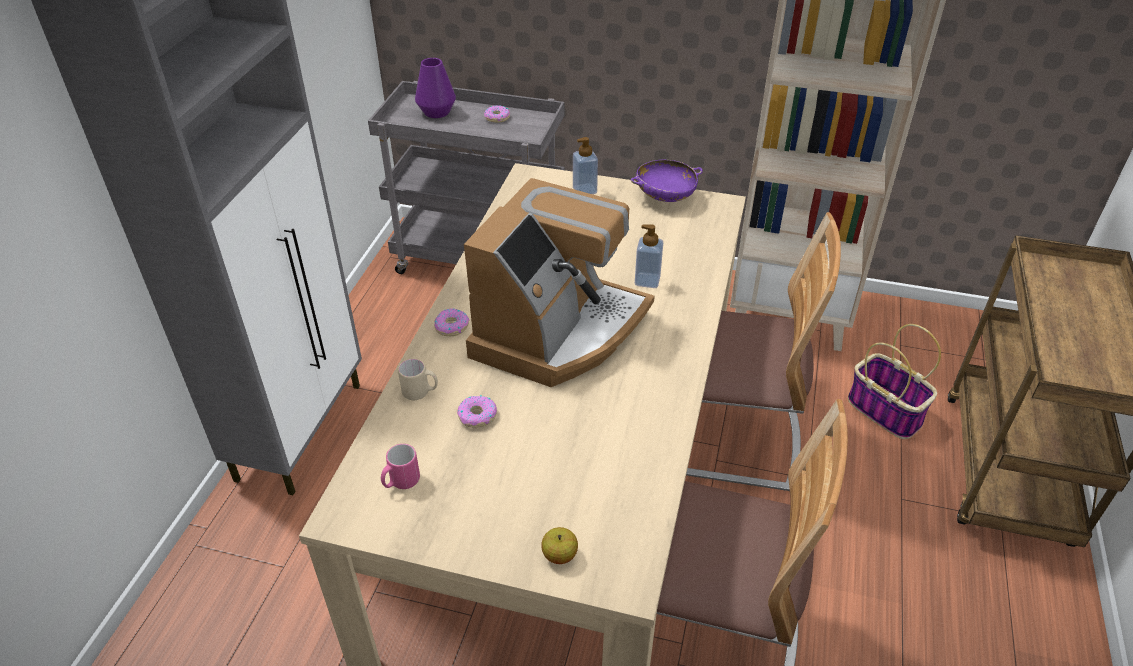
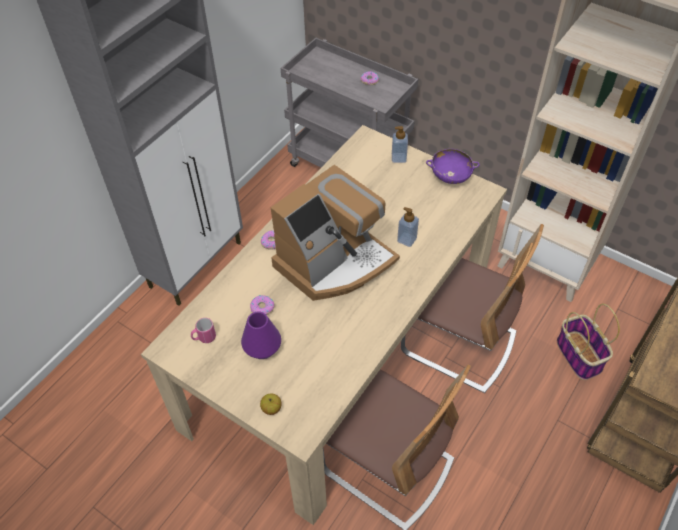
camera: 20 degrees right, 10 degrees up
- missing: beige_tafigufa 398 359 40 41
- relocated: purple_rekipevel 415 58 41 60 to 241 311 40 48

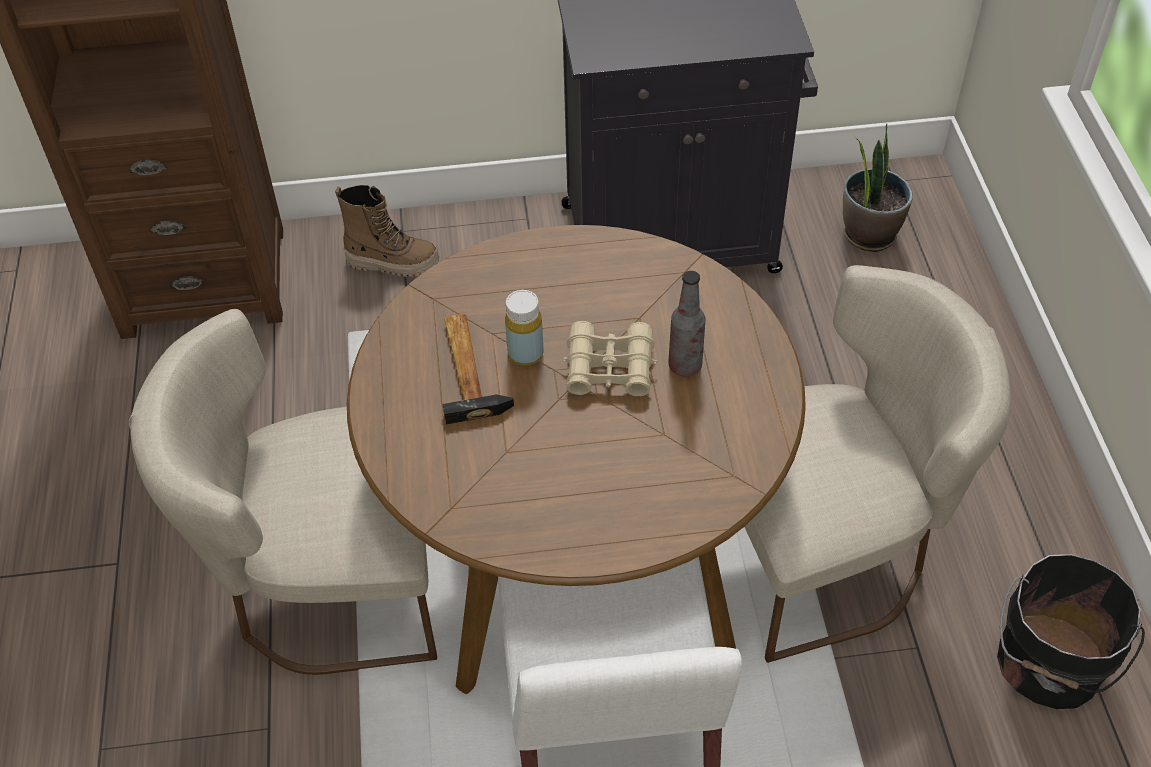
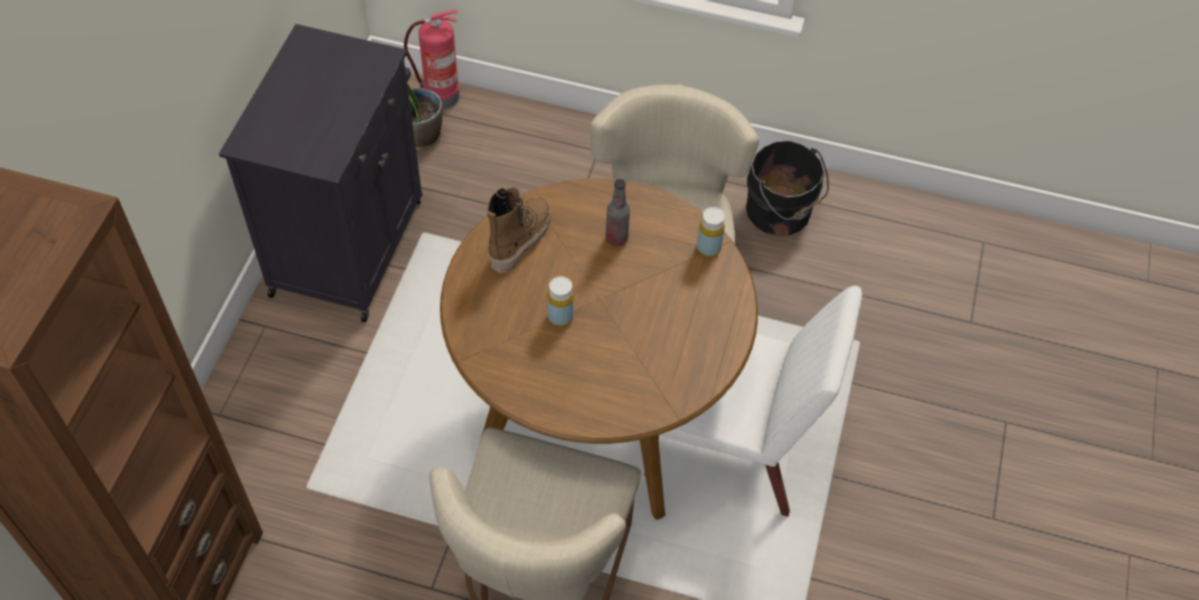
camera: 70 degrees left, 5 degrees up
- relocated: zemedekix 335 185 104 92 to 487 187 63 86
- missing: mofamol 443 314 71 110
- missing: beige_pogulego 562 321 95 75
- appeared: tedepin 404 10 56 99
- appeared: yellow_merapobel 697 207 28 50

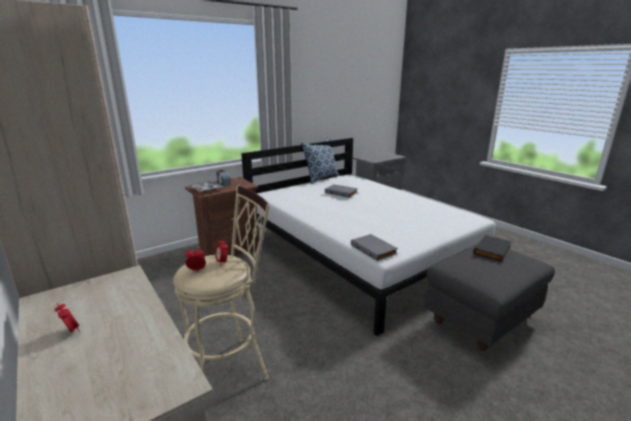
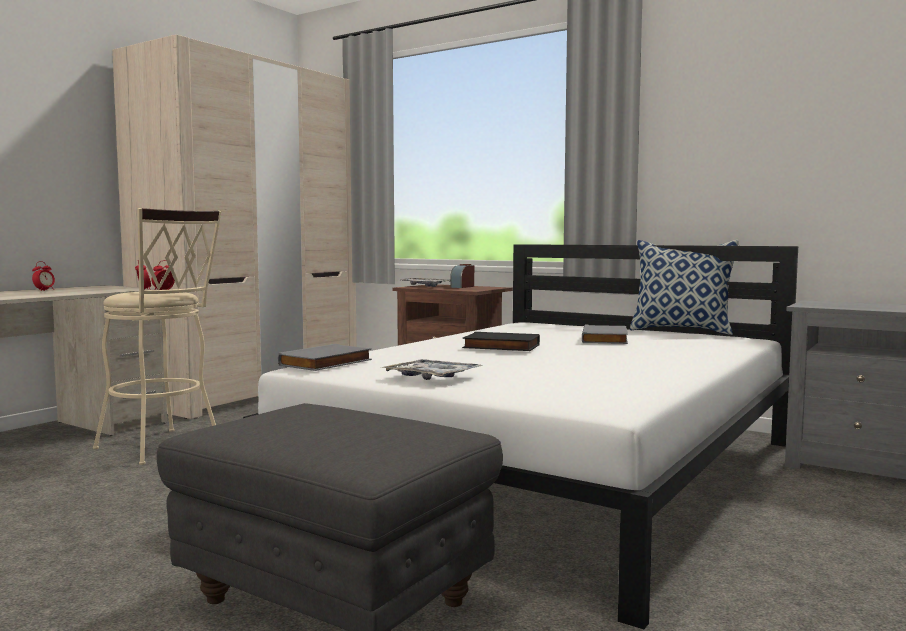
camera: 70 degrees right, 15 degrees down
- relocated: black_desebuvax 473 235 39 26 to 462 332 78 19
- appeared: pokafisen 381 359 102 21

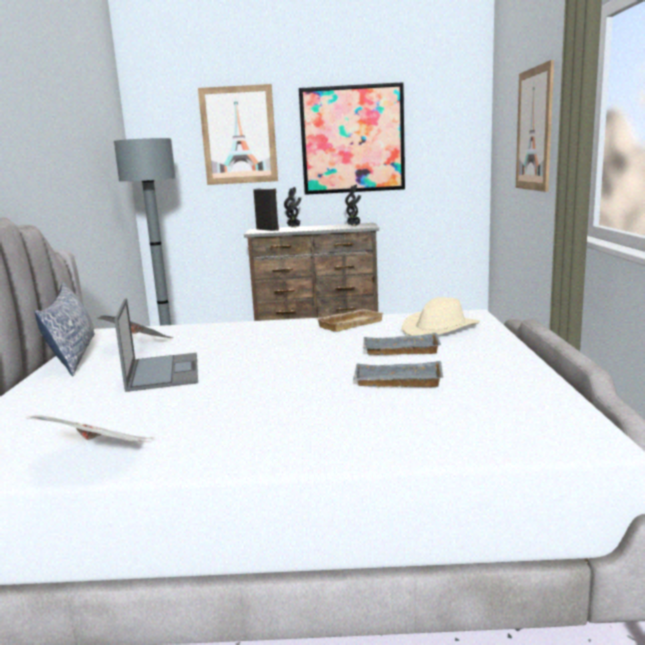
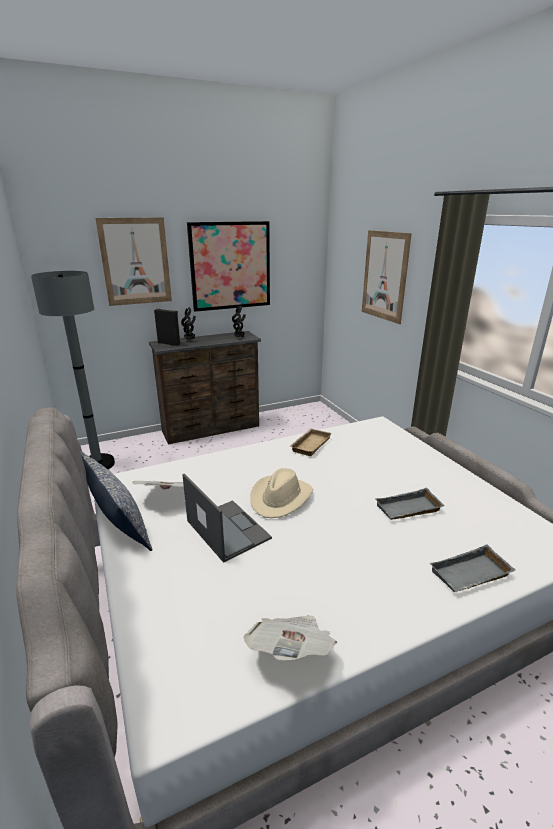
camera: 25 degrees left, 10 degrees up
- relocated: grey_pokafisen 363 333 78 22 to 430 544 85 48
- relocated: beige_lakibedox 402 297 78 39 to 250 468 63 50

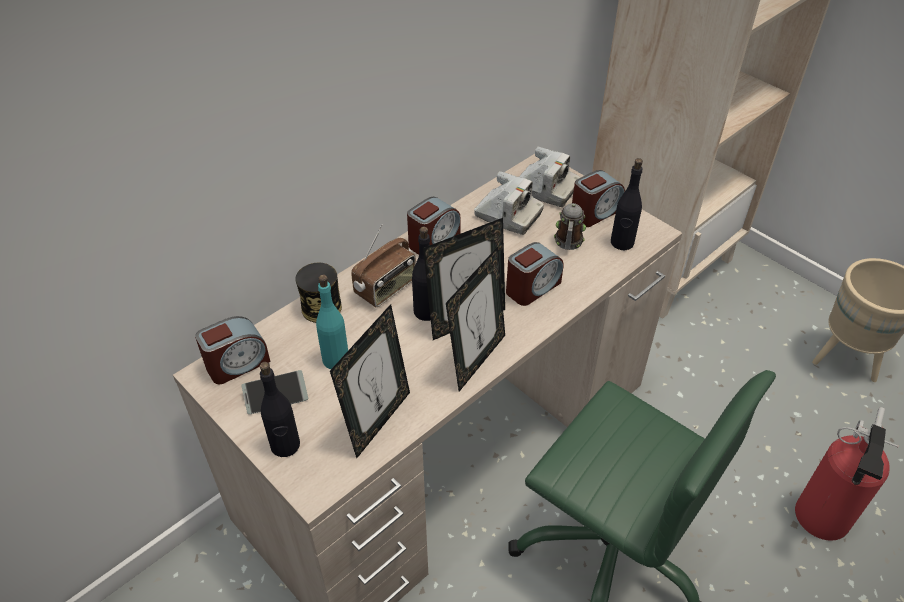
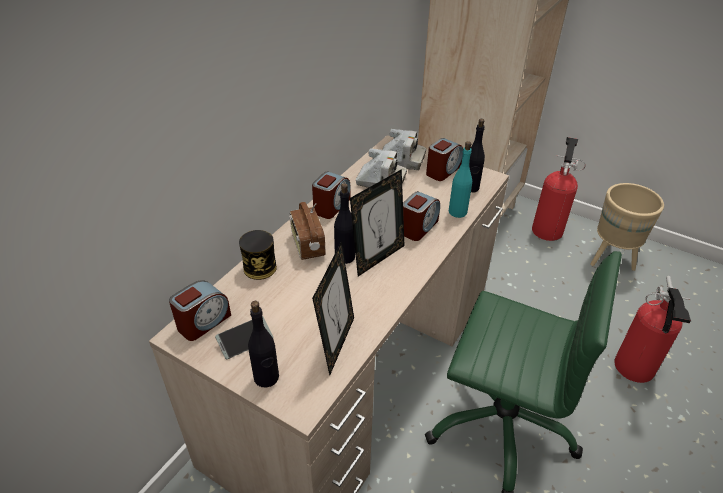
camera: 15 degrees left, 5 degrees down
- relocated: turquoise_merapobel 316 275 32 94 to 449 141 23 77
- spun: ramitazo 351 225 65 82 = 289 202 37 58 135 degrees clockwise
- missing: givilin 446 246 59 146
- missing: tafigufa 554 203 32 47
- appeared: tedepin 532 137 54 104

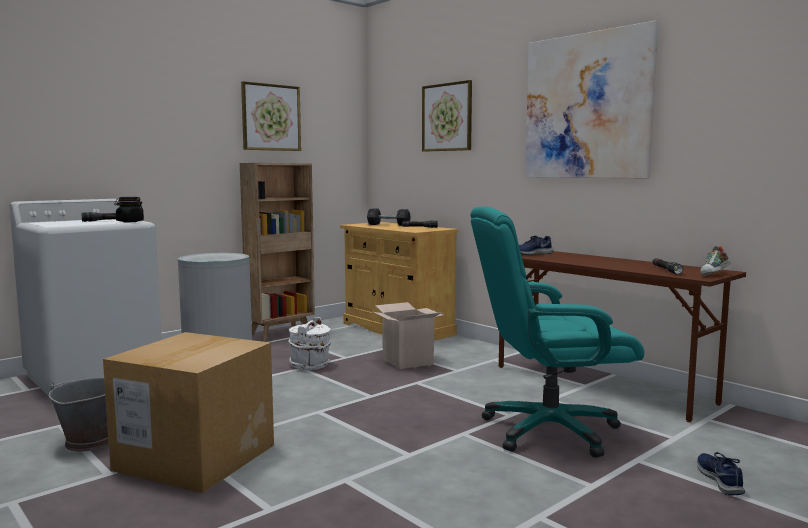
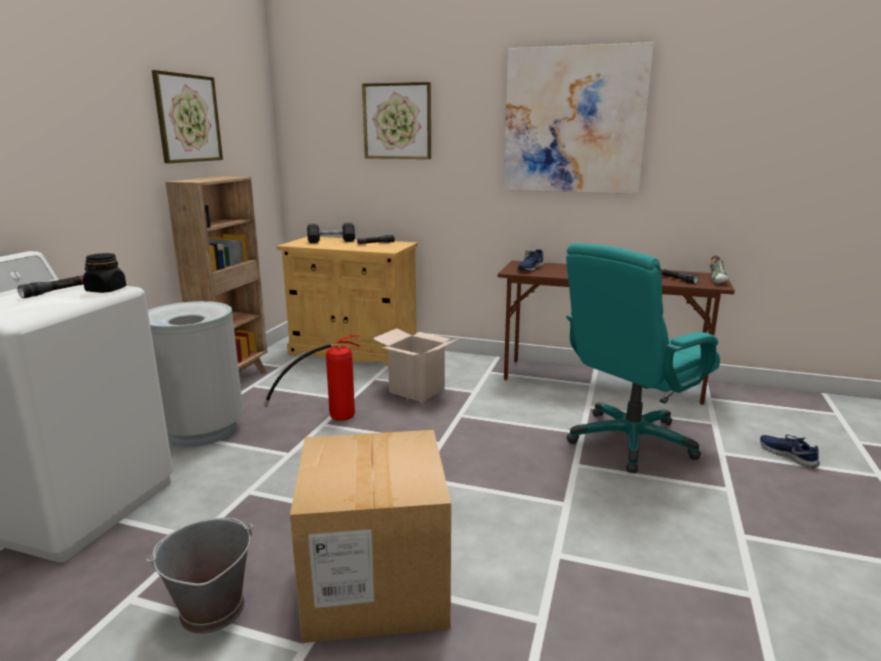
camera: 30 degrees left, 10 degrees up
- exchanged: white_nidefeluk 288 317 43 53 to tedepin 264 335 96 86

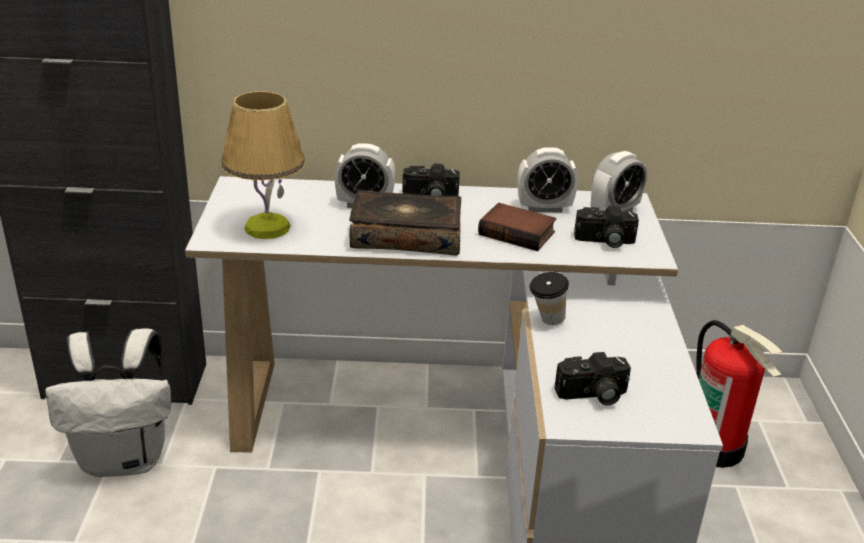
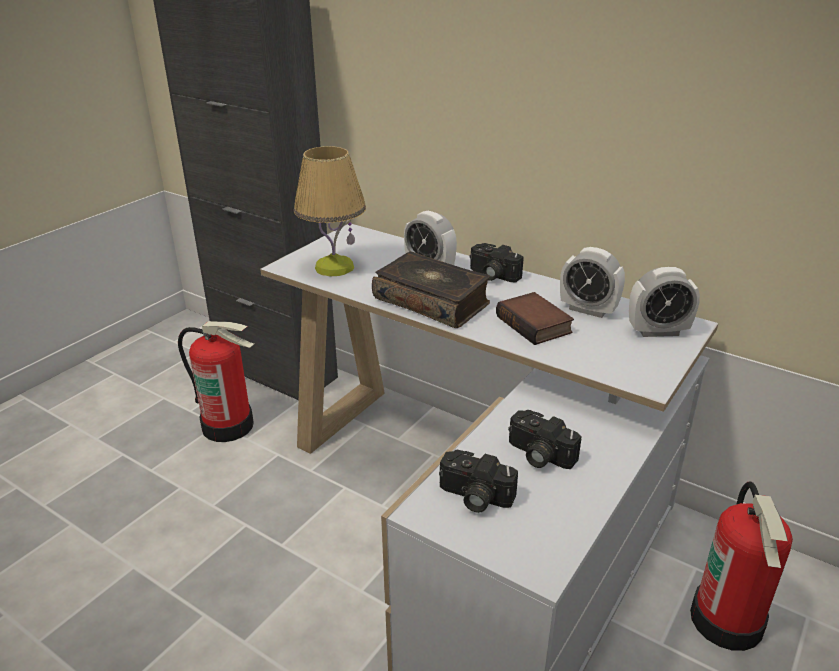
camera: 35 degrees right, 0 degrees up
- exchanged: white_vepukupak 45 328 126 149 to tedepin 178 321 76 121
- missing: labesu 529 272 40 53
- relocated: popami 574 205 65 43 to 508 410 74 59

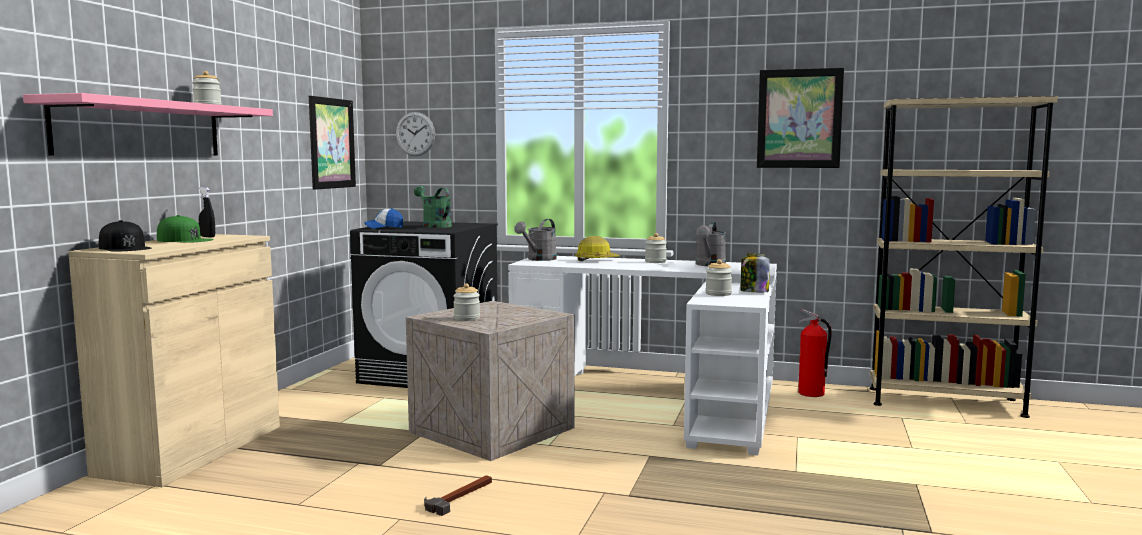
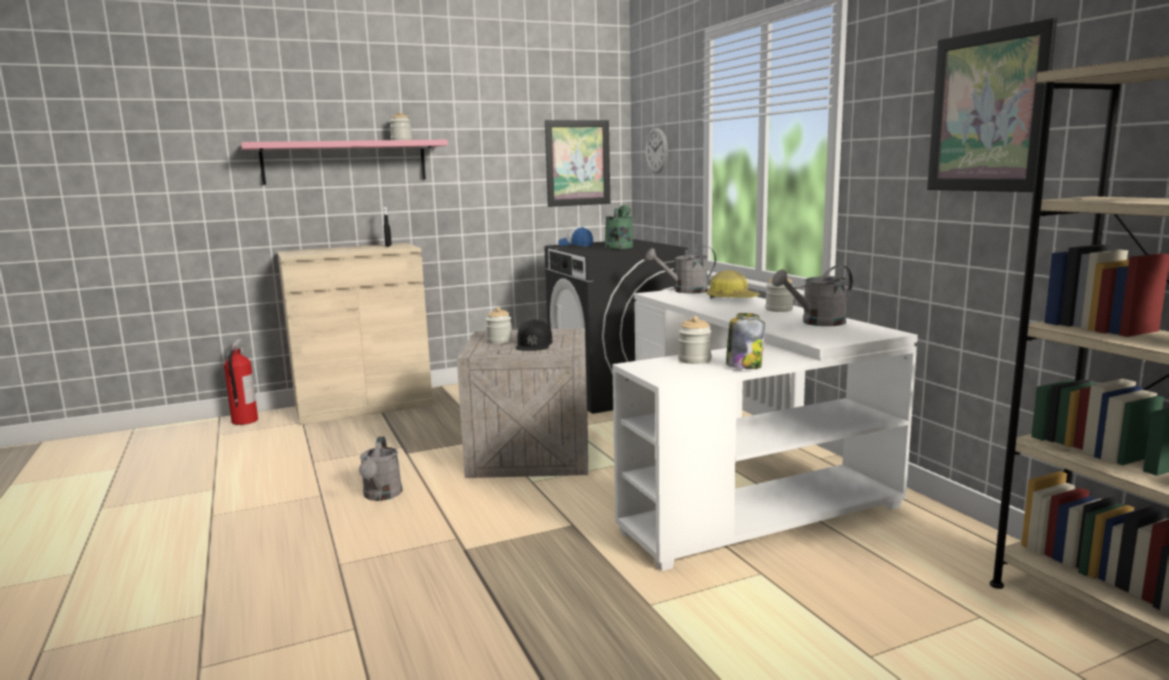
camera: 50 degrees right, 5 degrees up
- relocated: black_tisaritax 99 220 52 32 to 516 320 37 31
- missing: green_tisaritax 157 215 57 28
- exchanged: mofamol 424 475 68 41 to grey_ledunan 359 436 43 65
- relocated: tedepin 798 309 34 88 to 224 338 34 87

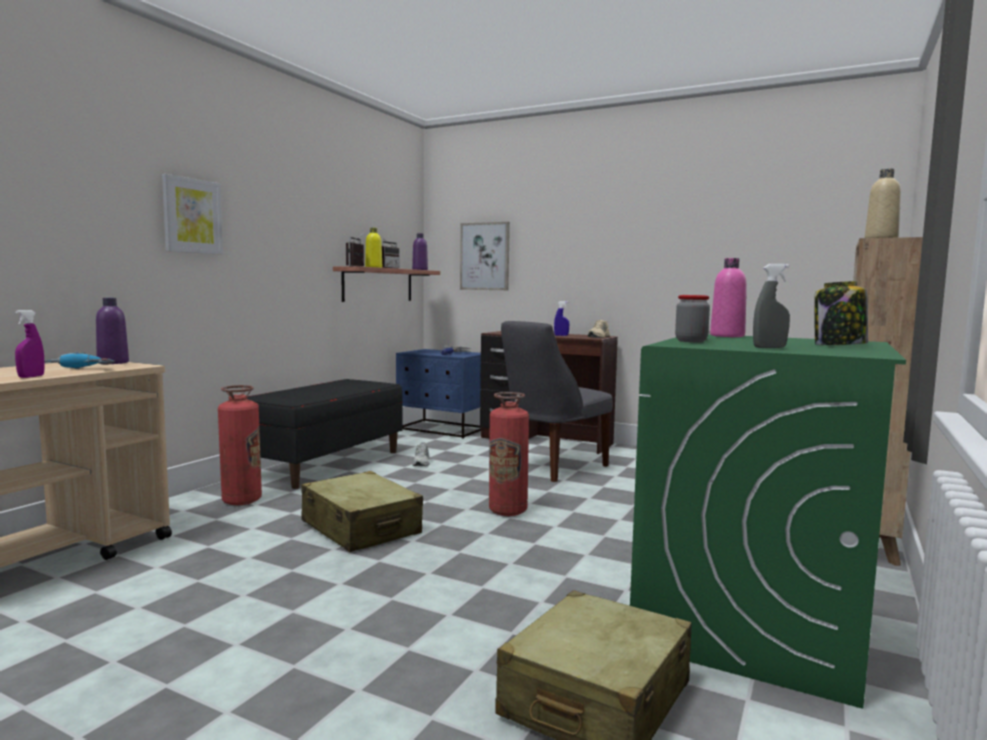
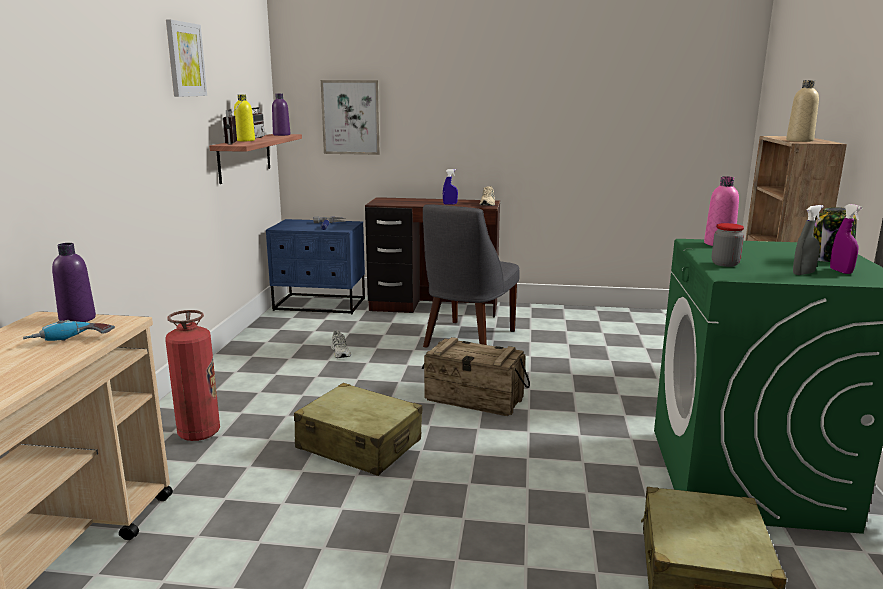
camera: 20 degrees left, 10 degrees up
- relocated: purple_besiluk 15 310 29 68 to 830 204 33 70
- relocated: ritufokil 162 174 61 81 to 166 19 41 78
- missing: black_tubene 247 379 156 110
- exchanged: tedepin 489 392 40 124 to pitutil 422 337 108 79

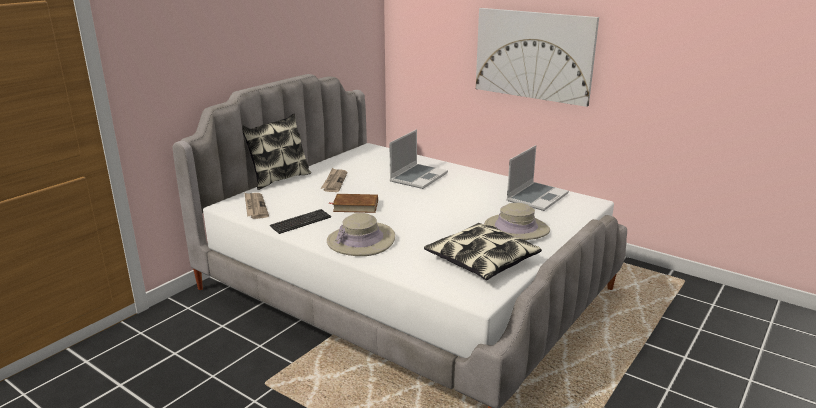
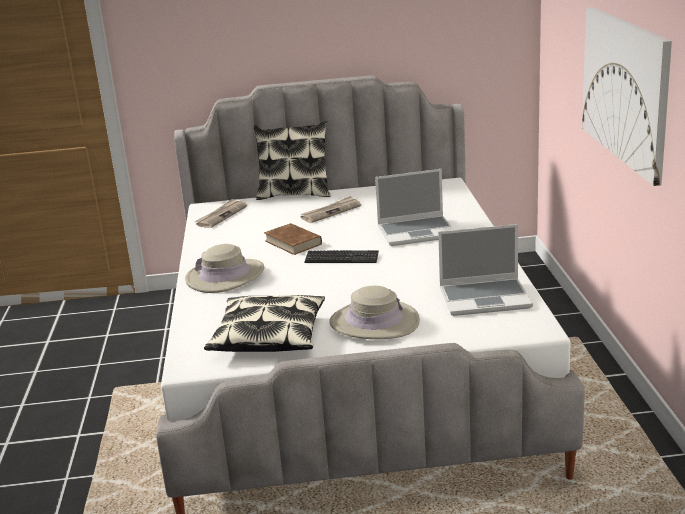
camera: 50 degrees right, 0 degrees up
- relocated: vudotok 270 209 61 25 to 304 250 75 13

